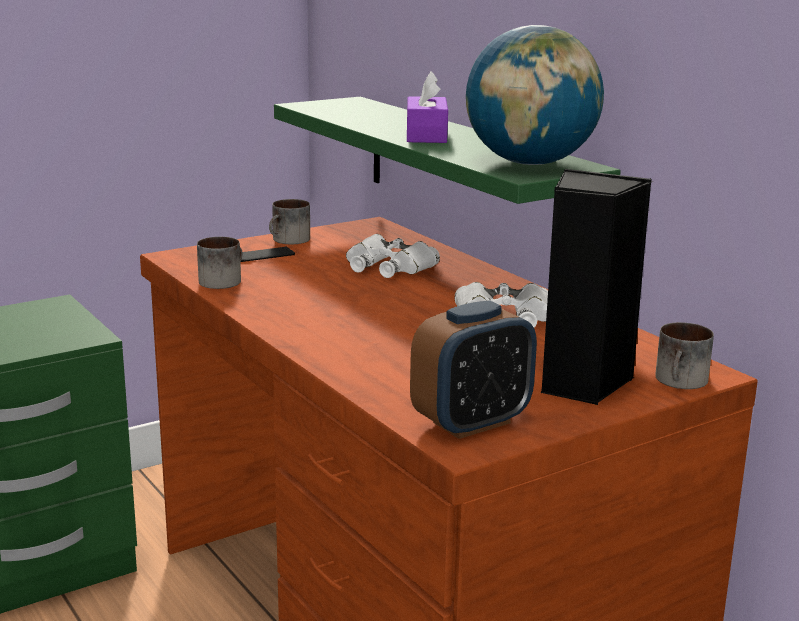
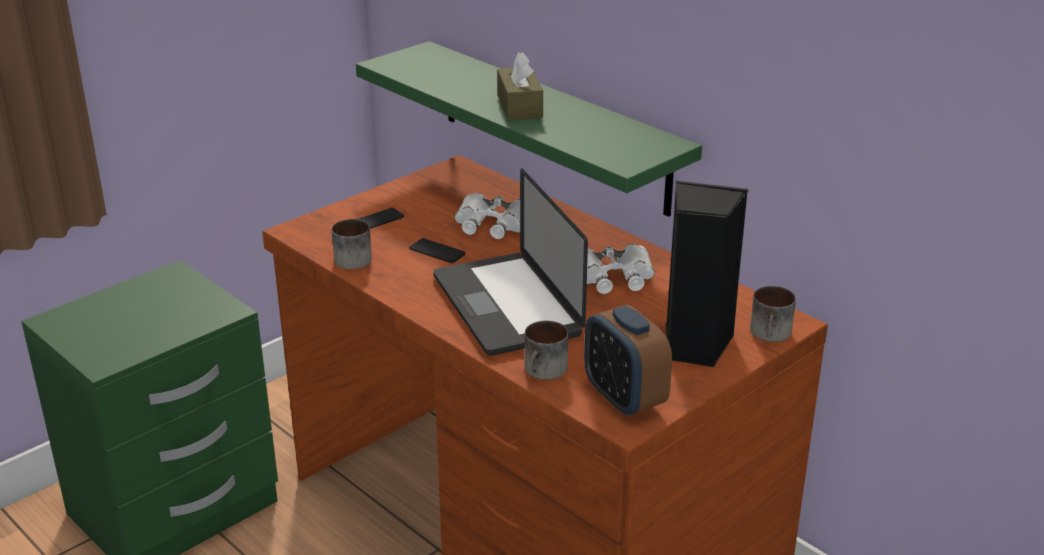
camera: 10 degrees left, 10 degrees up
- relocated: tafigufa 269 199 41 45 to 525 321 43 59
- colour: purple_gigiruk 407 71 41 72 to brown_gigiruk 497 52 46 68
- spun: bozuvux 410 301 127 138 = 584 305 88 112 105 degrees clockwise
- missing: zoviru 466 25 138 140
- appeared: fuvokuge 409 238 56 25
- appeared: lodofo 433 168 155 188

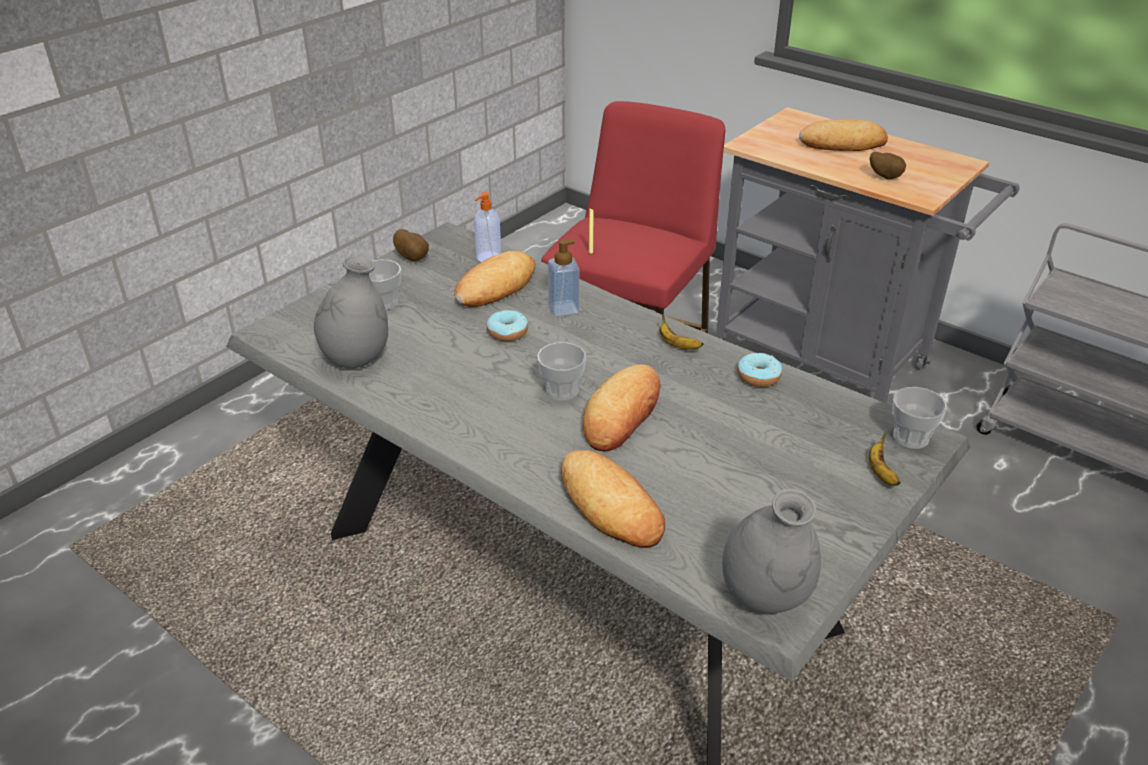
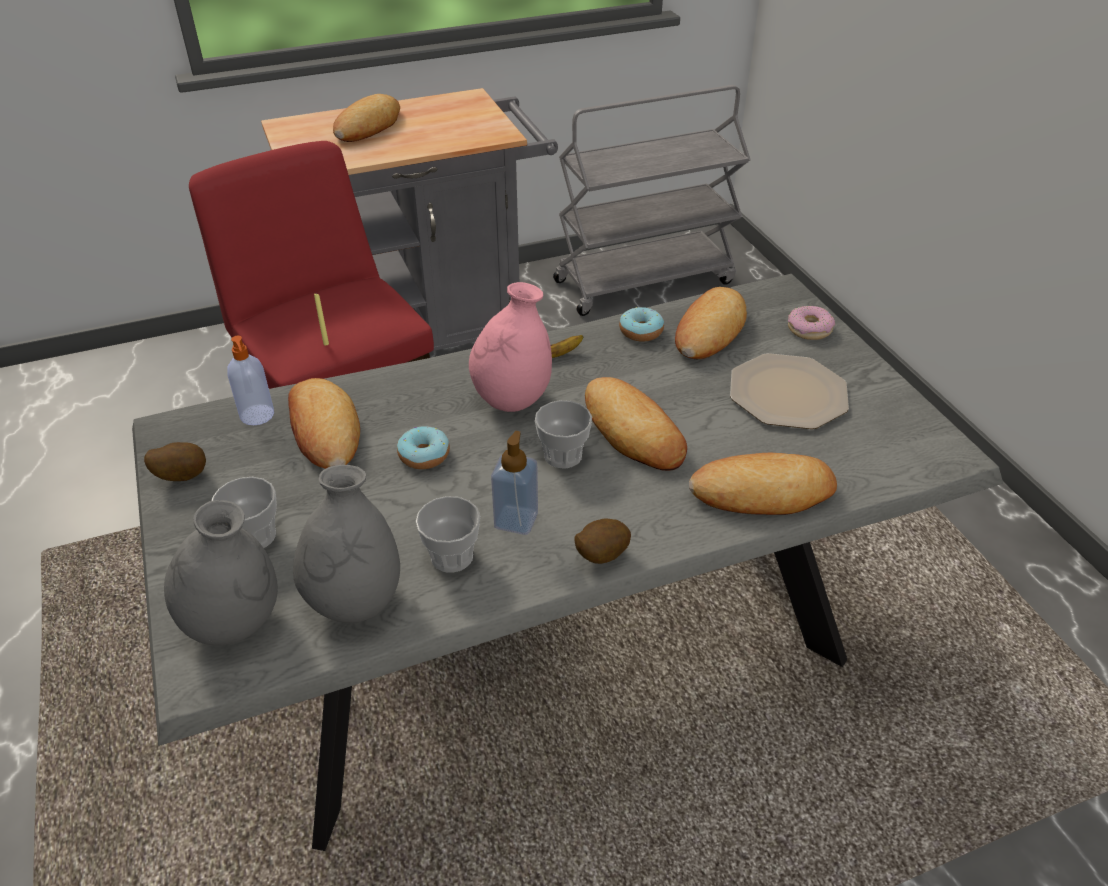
camera: 60 degrees left, 5 degrees up
- relocated: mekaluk 548 240 31 76 to 491 431 47 104
- relocated: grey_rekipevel 722 489 99 124 to 164 500 114 146
- exchanged: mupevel 869 433 32 53 to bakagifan 788 306 47 34
- relocated: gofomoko 870 151 36 28 to 574 518 57 46
- relocated: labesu 892 387 55 62 to 416 496 64 77
- appeared: pink_rekipevel 469 282 83 130
- appeared: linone 675 287 72 72
- appeared: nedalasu 730 353 119 76

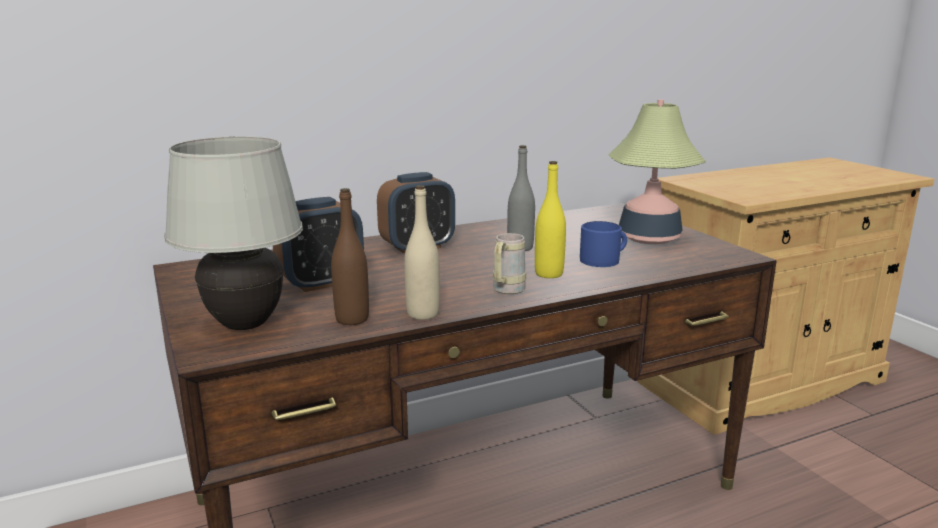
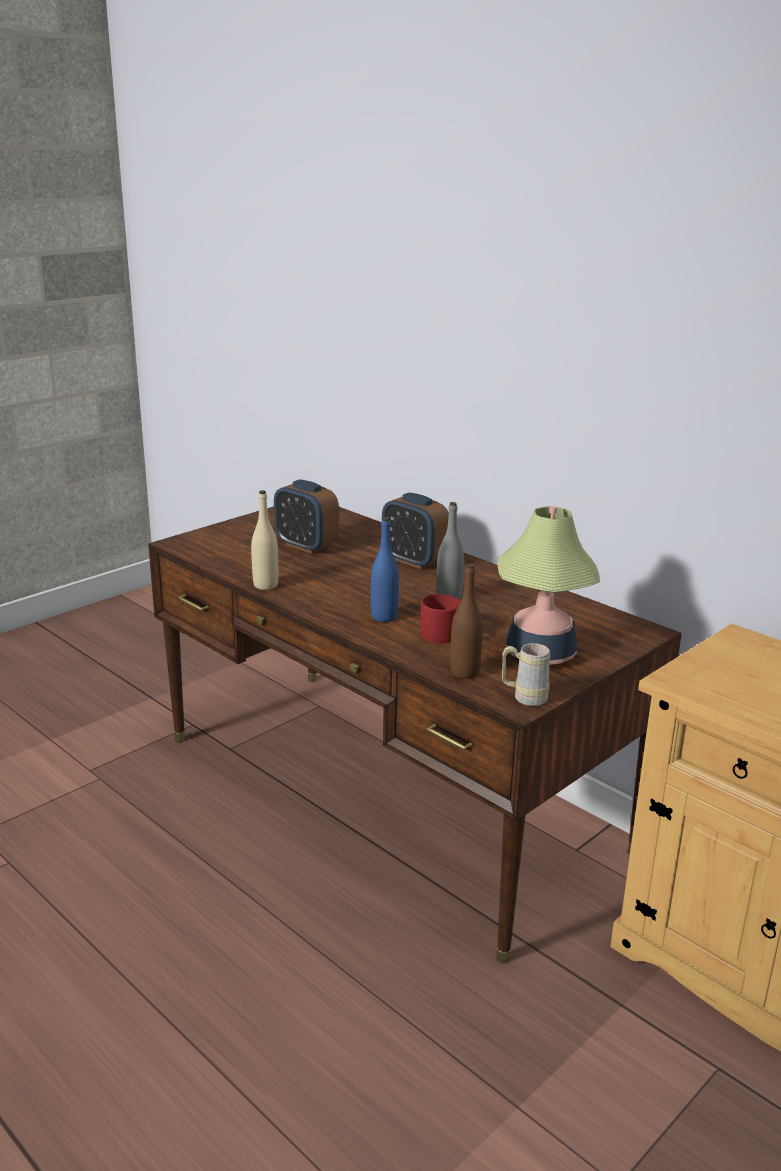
camera: 70 degrees right, 5 degrees up
- missing: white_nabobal 164 136 139 194
- relocated: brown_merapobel 331 188 38 137 to 450 564 33 115
- relocated: beige_tafigufa 493 233 33 61 to 502 643 48 63
- colour: yellow_merapobel 535 161 31 117 to blue_merapobel 371 517 28 105
- colour: blue_tafigufa 580 221 47 46 to red_tafigufa 420 594 41 50

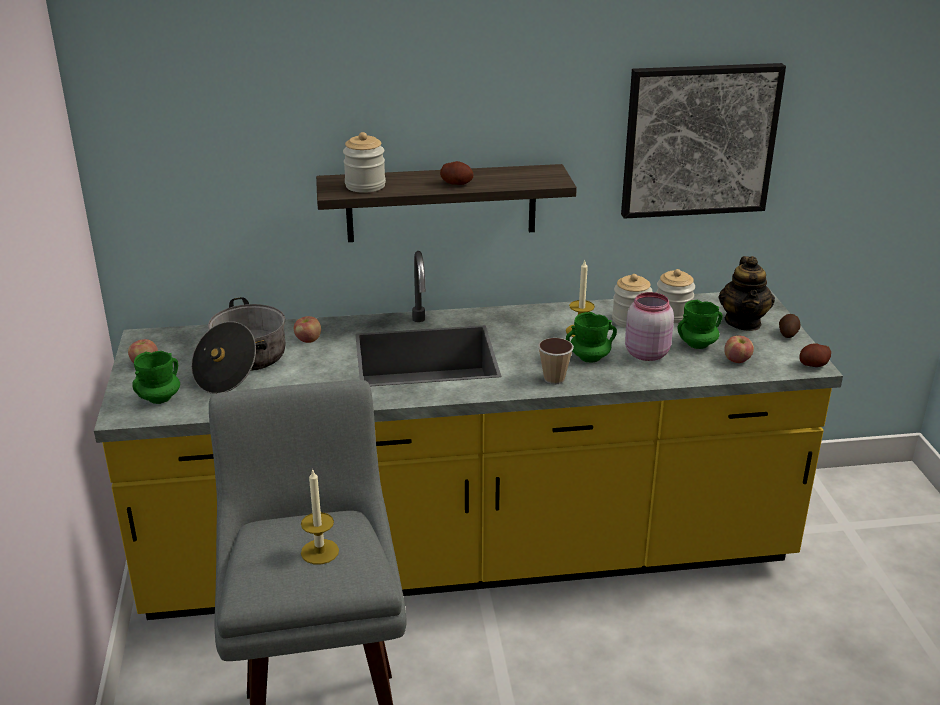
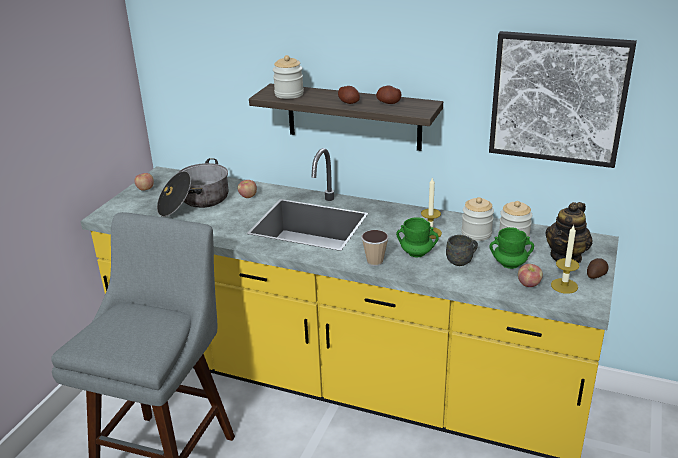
camera: 30 degrees right, 0 degrees up
- missing: green_tafigufa 132 351 48 53
- relocated: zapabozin 301 468 38 96 to 551 224 29 70
- exchanged: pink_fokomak 625 292 49 69 to grey_tafigufa 446 235 32 31
- relocated: gofomoko 799 343 32 24 to 376 85 26 19

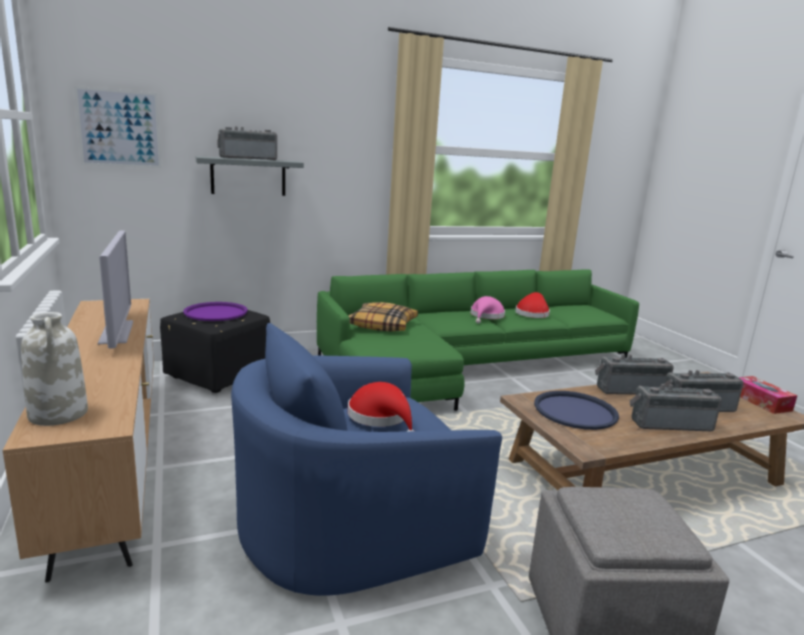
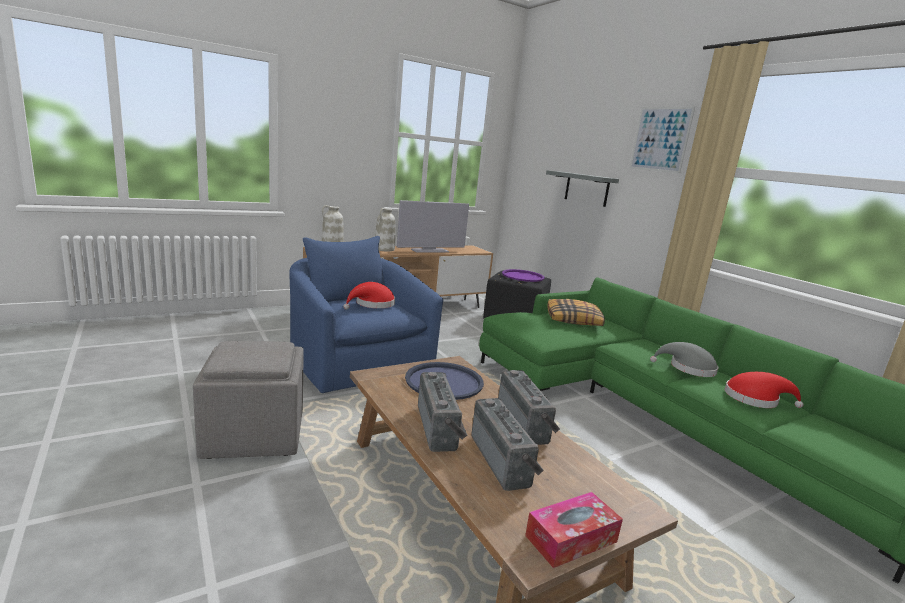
camera: 80 degrees right, 0 degrees up
- relocated: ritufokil 74 86 88 82 to 630 106 65 67
- missing: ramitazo 217 127 60 33
- colour: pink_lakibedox 471 296 34 28 to grey_lakibedox 650 342 69 35
- appeared: white_rekipevel 375 208 21 43

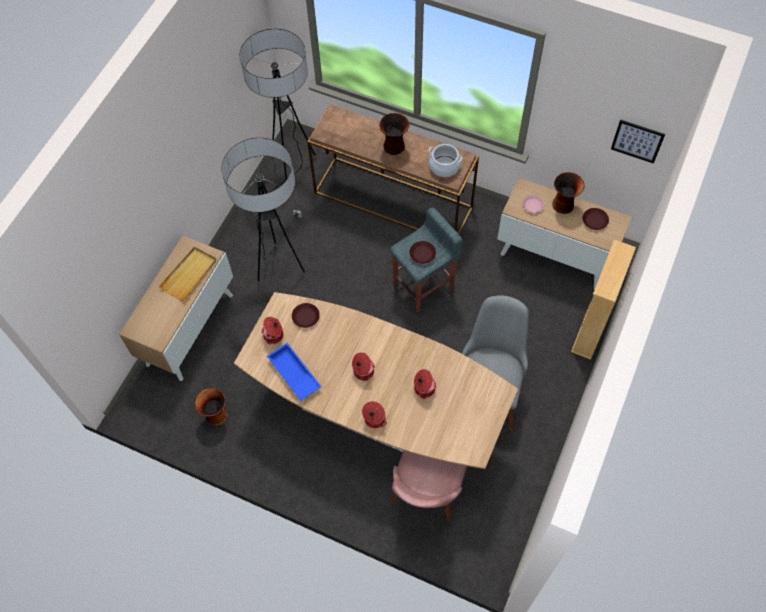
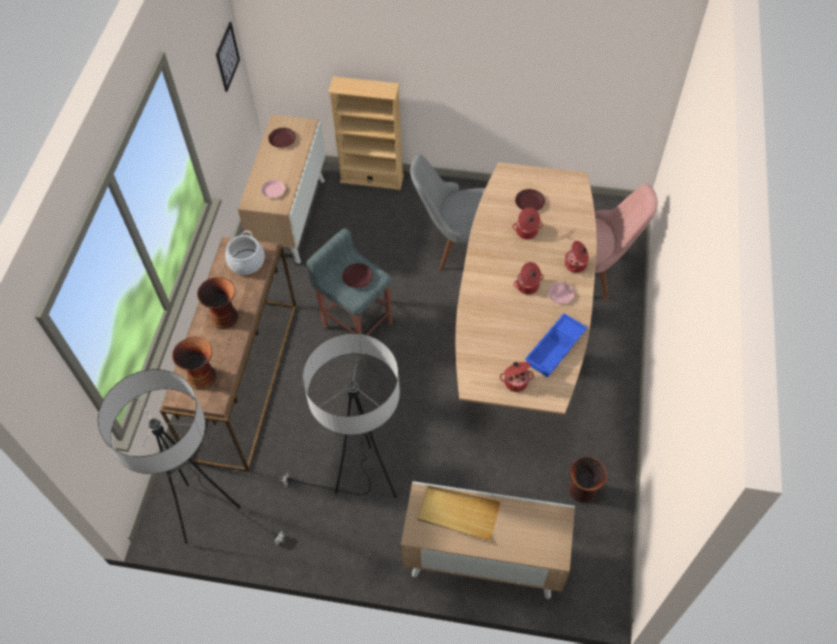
camera: 105 degrees left, 5 degrees down
- relocated: brown_nedalasu 292 303 28 25 to 515 189 30 22
- relocated: rekipevel 552 172 32 42 to 172 337 44 53
- appeared: pink_nedalasu 548 282 27 22

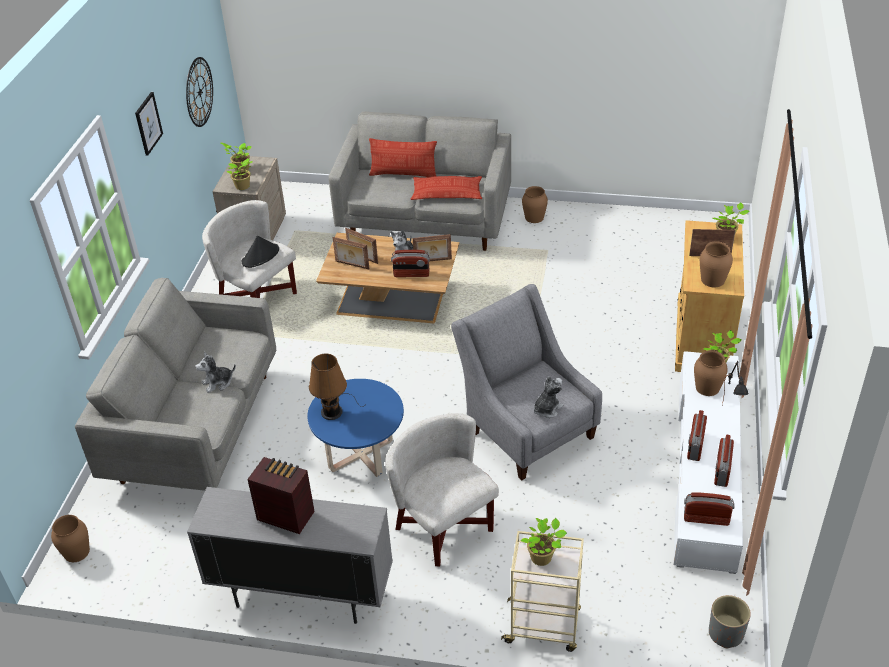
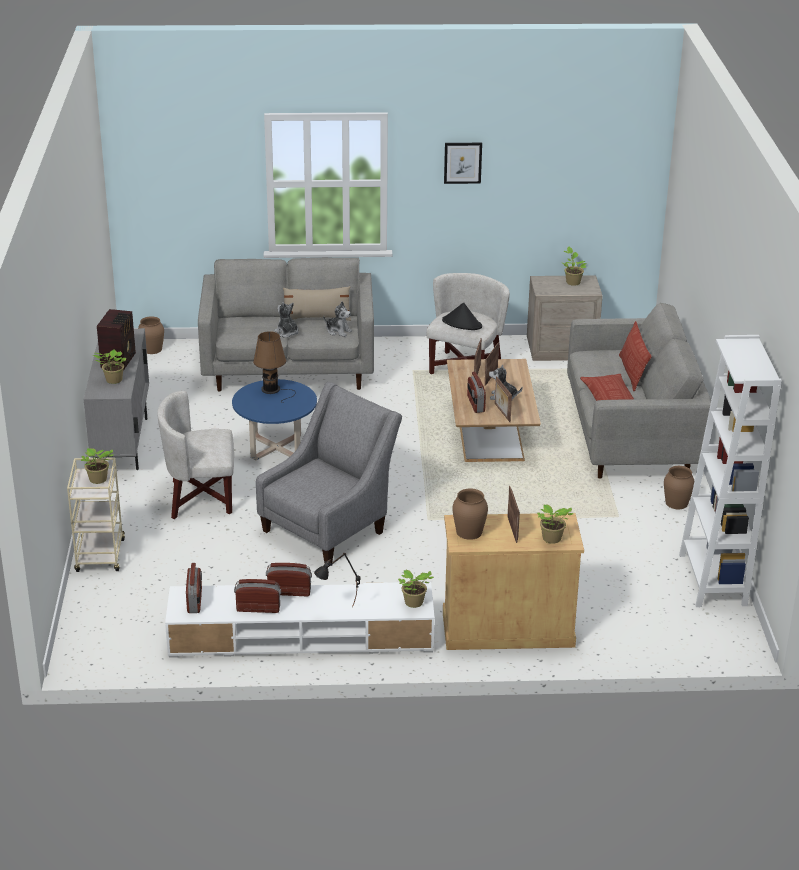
camera: 75 degrees right, 10 degrees down
- missing: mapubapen 186 57 27 70
- relocated: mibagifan 226 158 27 32 to 93 349 33 35
- spun: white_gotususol 385 413 114 154 = 157 391 77 128 135 degrees counterclockwise
- relocated: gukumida 534 376 29 42 to 323 302 29 35
- missing: brown_rekipevel 694 350 34 46
- missing: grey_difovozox 709 595 42 53
- appeared: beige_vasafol 283 286 68 35
- appeared: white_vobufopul 679 335 102 272

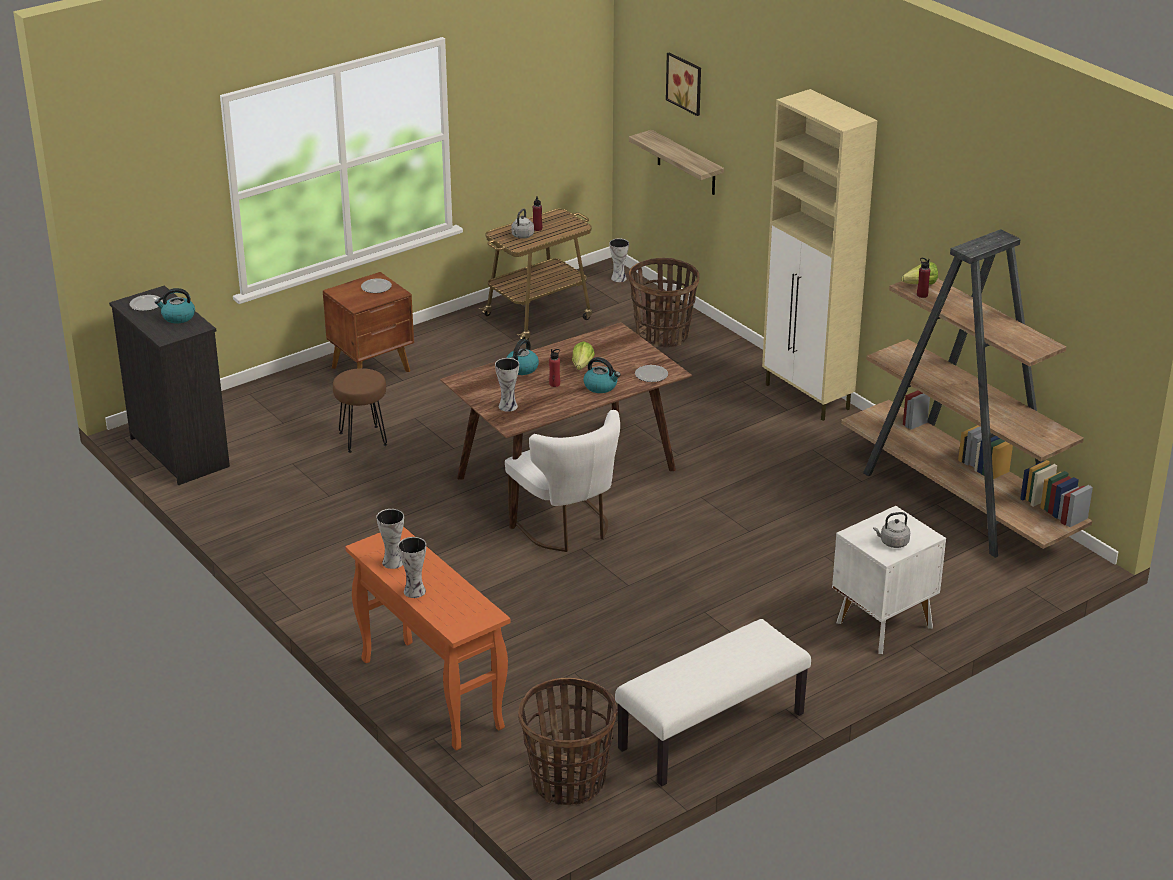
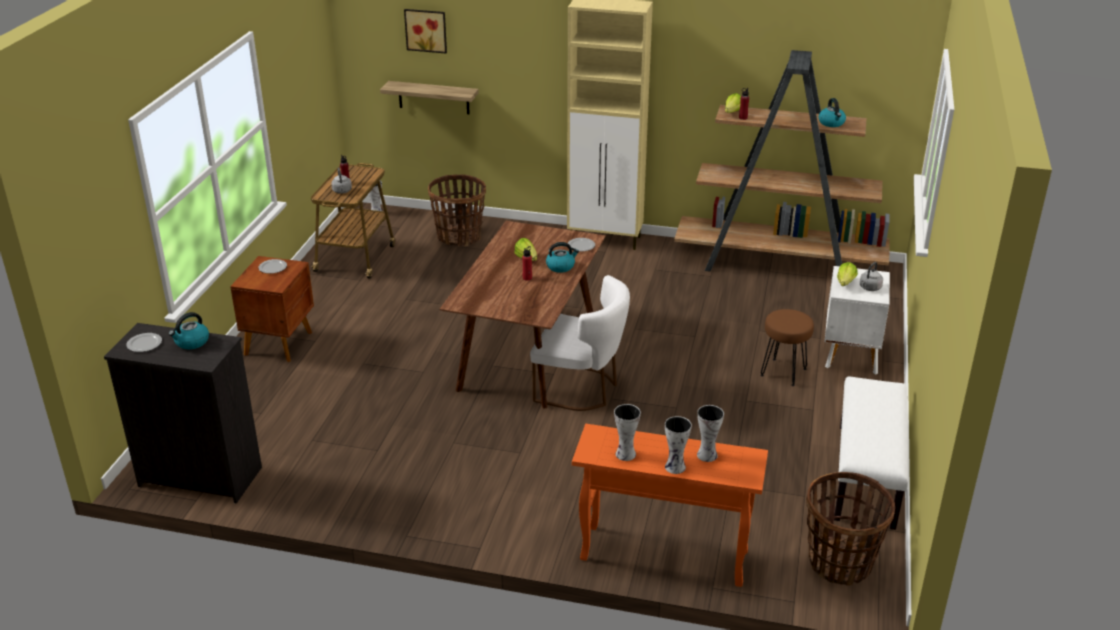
camera: 40 degrees left, 0 degrees up
- relocated: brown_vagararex 333 368 54 85 to 760 309 54 77
- relocated: rekipevel 495 358 24 54 to 697 405 27 57
- relocated: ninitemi 506 339 33 36 to 819 98 27 29
- appeared: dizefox 837 262 21 24

